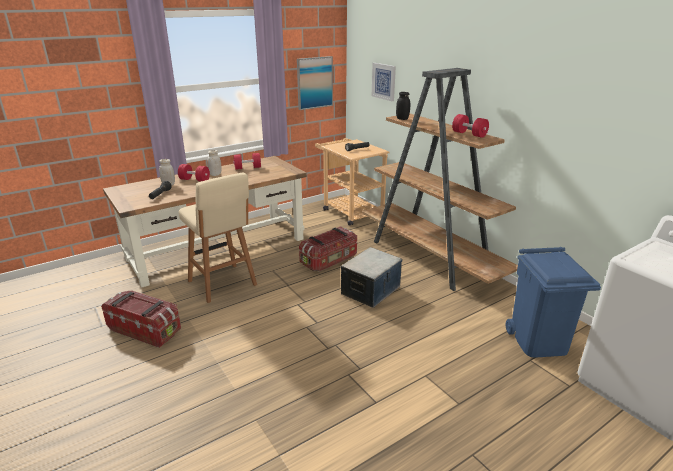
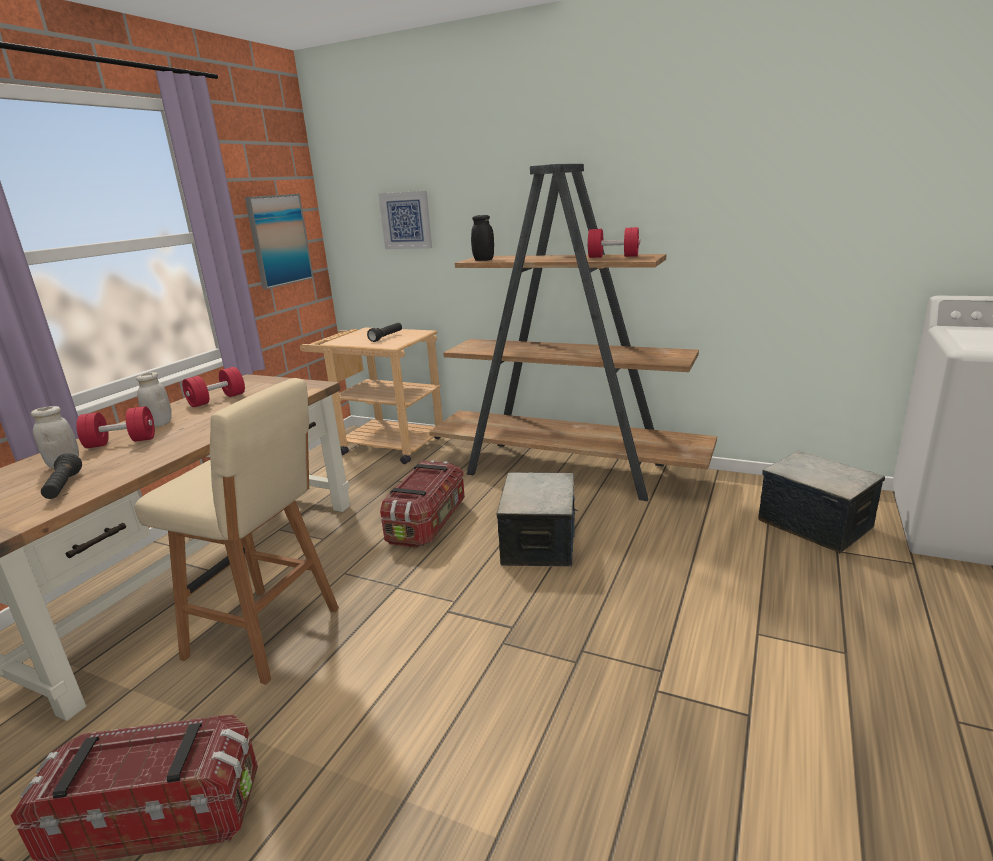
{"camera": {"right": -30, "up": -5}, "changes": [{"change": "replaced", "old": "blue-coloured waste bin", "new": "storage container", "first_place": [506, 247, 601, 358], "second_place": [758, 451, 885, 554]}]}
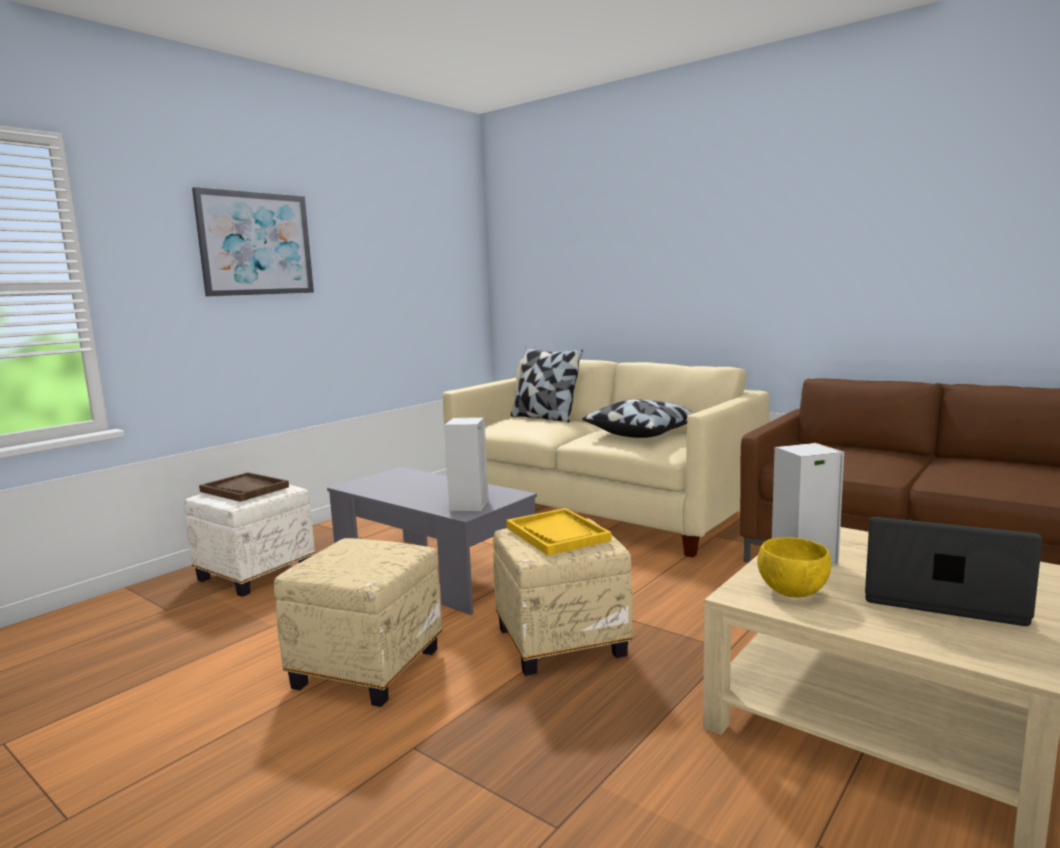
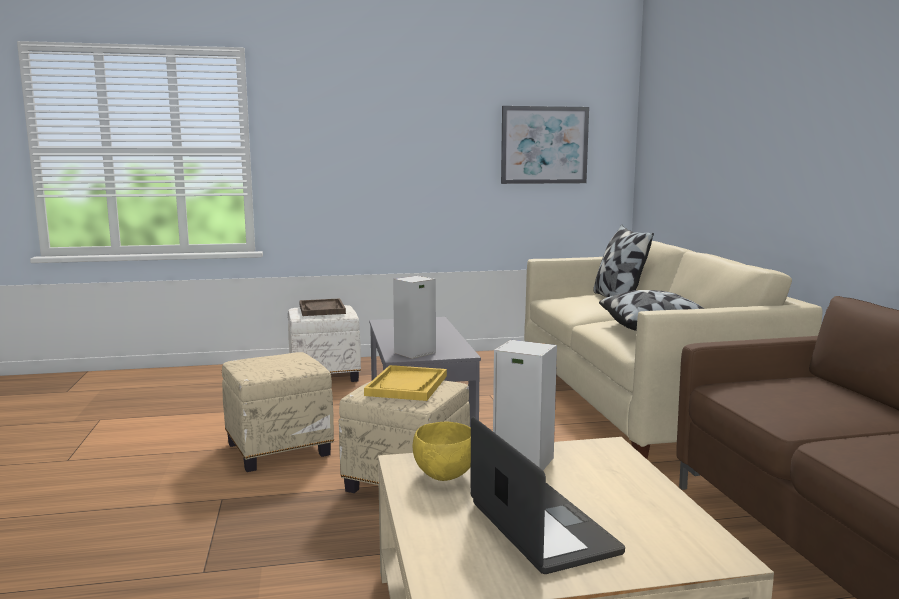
{"camera": {"right": 40, "up": 0}, "changes": [{"change": "moved", "old": "wall picture", "first_place": [192, 187, 314, 297], "second_place": [501, 106, 589, 184]}]}
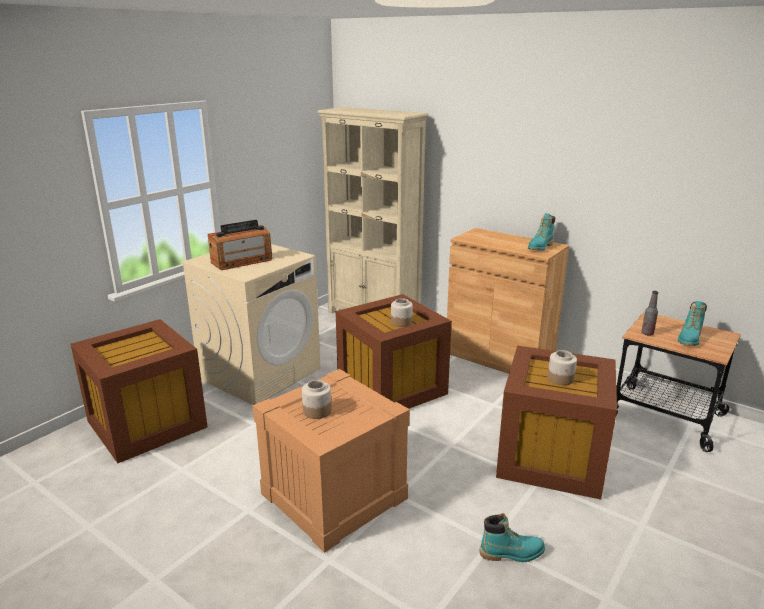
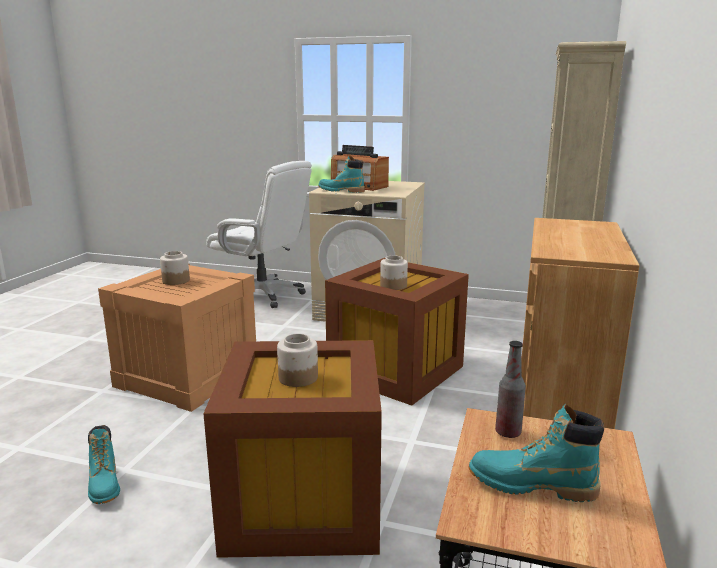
{"camera": {"right": 70, "up": -5}, "changes": [{"change": "replaced", "old": "brown-coloured storage container", "new": "white computer chair", "first_place": [70, 319, 208, 464], "second_place": [206, 161, 312, 308]}, {"change": "moved", "old": "turquoise-coloured tall boot", "first_place": [528, 213, 555, 251], "second_place": [318, 155, 365, 193]}]}
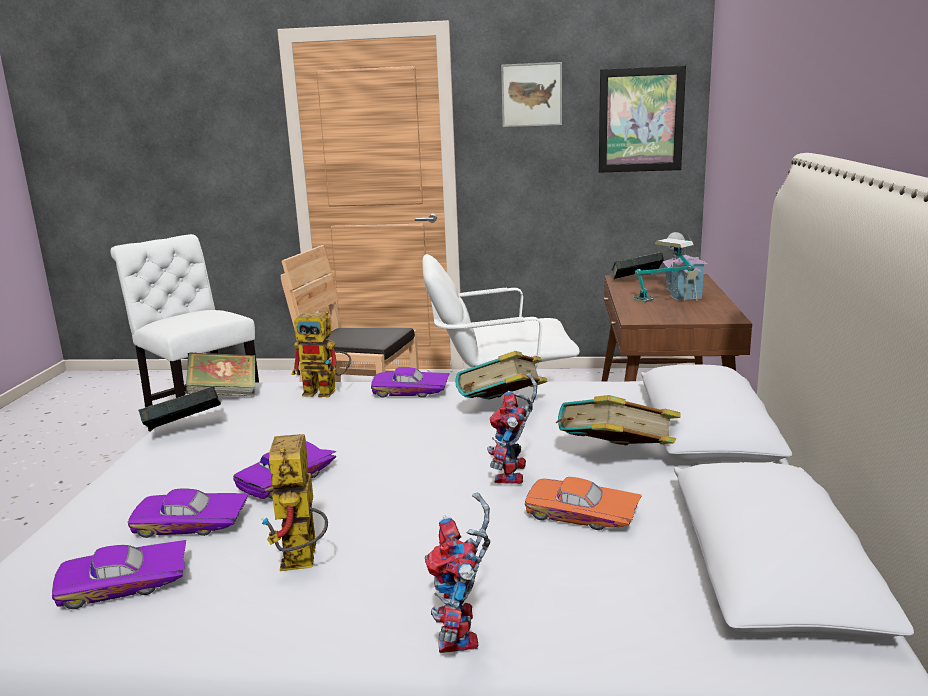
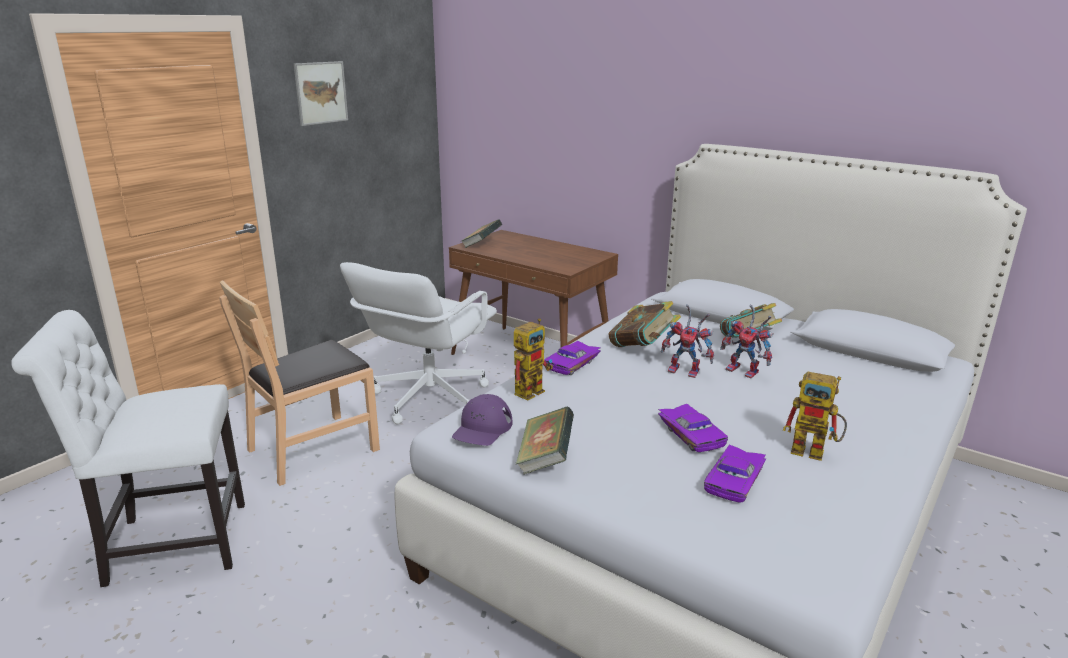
{"camera": {"right": -60, "up": 5}, "changes": [{"change": "replaced", "old": "bound book", "new": "purplish peaked cap", "first_place": [185, 352, 255, 396], "second_place": [452, 394, 512, 446]}, {"change": "moved", "old": "model robot", "first_place": [425, 492, 490, 653], "second_place": [661, 304, 714, 378]}, {"change": "removed", "old": "purplish model car", "first_place": [52, 540, 186, 609]}, {"change": "removed", "old": "orangey model car", "first_place": [525, 477, 642, 530]}, {"change": "removed", "old": "wall picture", "first_place": [599, 65, 686, 173]}, {"change": "removed", "old": "table lamp", "first_place": [633, 238, 695, 303]}, {"change": "removed", "old": "model house", "first_place": [663, 232, 707, 301]}]}
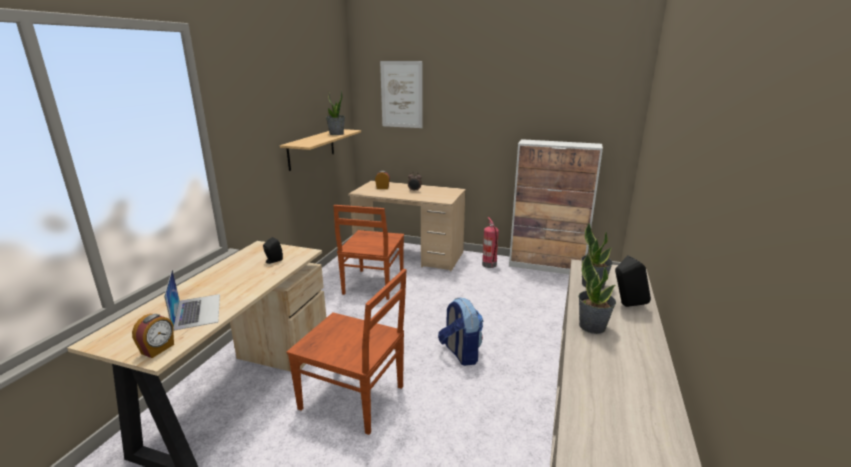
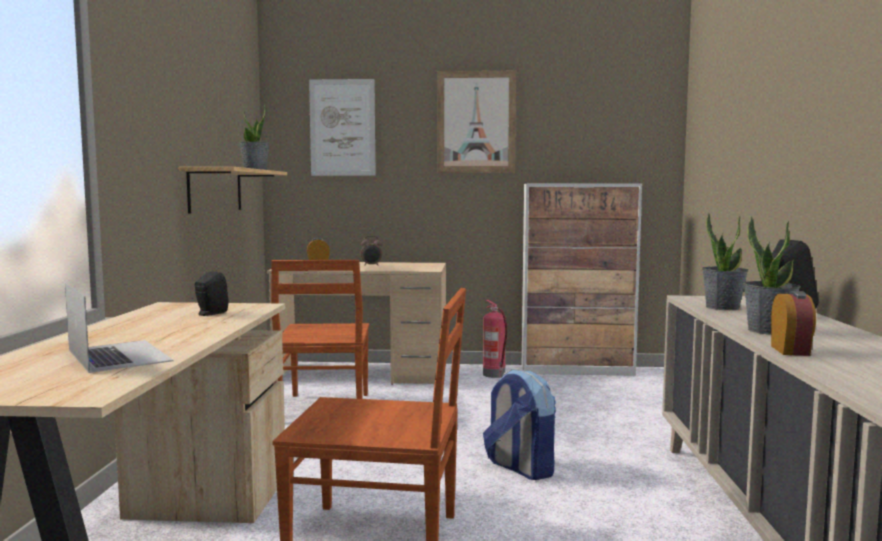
{"camera": {"right": -15, "up": -15}, "changes": [{"change": "added", "new": "wall picture", "second_place": [438, 71, 516, 173]}, {"change": "moved", "old": "bedside clock", "first_place": [132, 314, 174, 358], "second_place": [771, 291, 816, 356]}]}
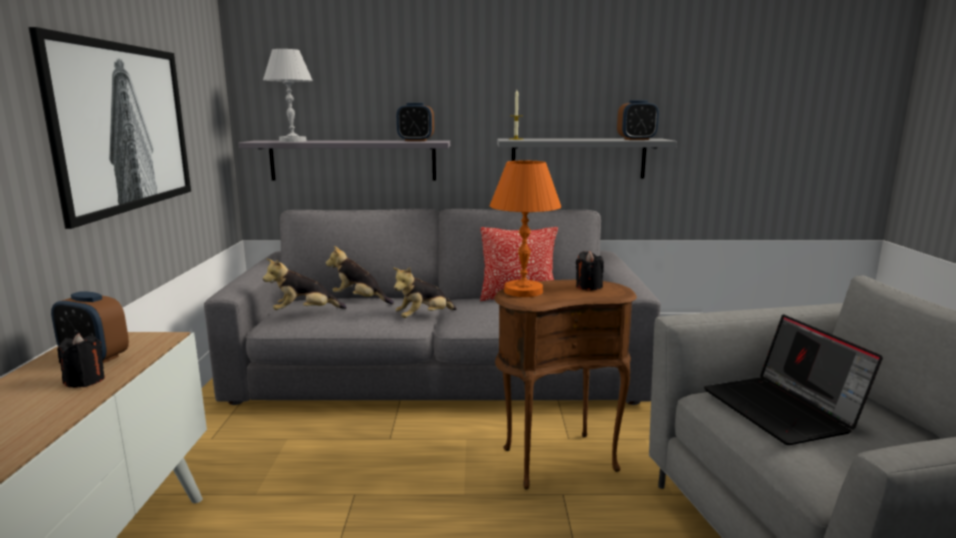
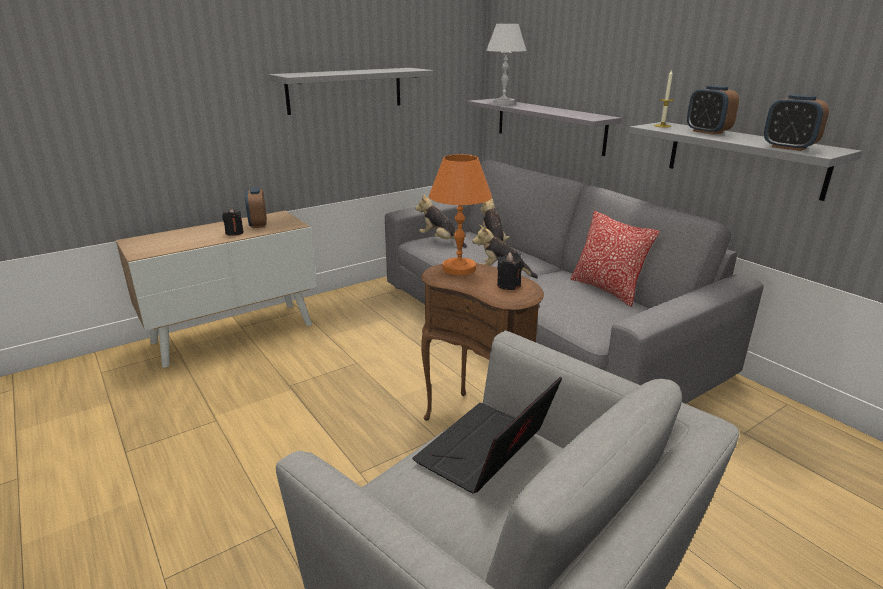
{"camera": {"right": 55, "up": 10}, "changes": [{"change": "replaced", "old": "wall picture", "new": "greyish wall shelf", "first_place": [28, 27, 191, 229], "second_place": [269, 68, 434, 115]}, {"change": "moved", "old": "bedside clock", "first_place": [396, 103, 434, 141], "second_place": [687, 85, 739, 135]}]}
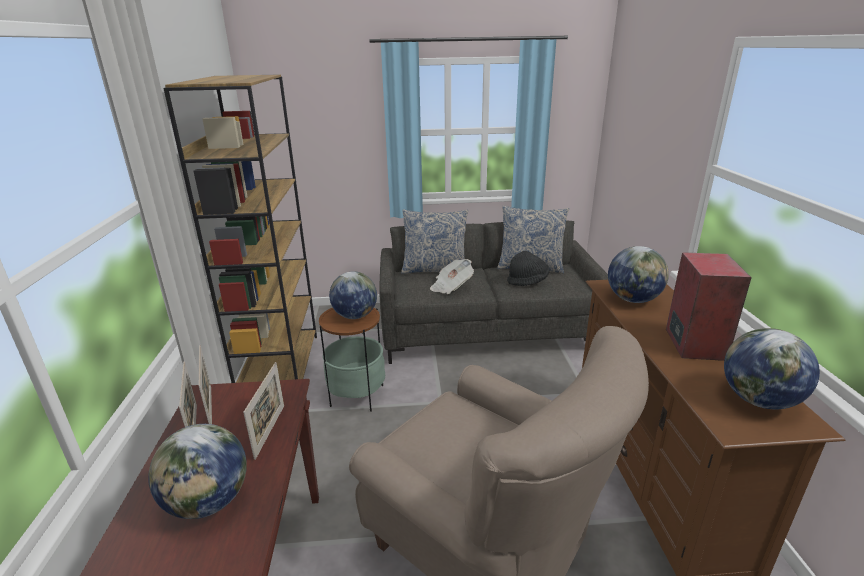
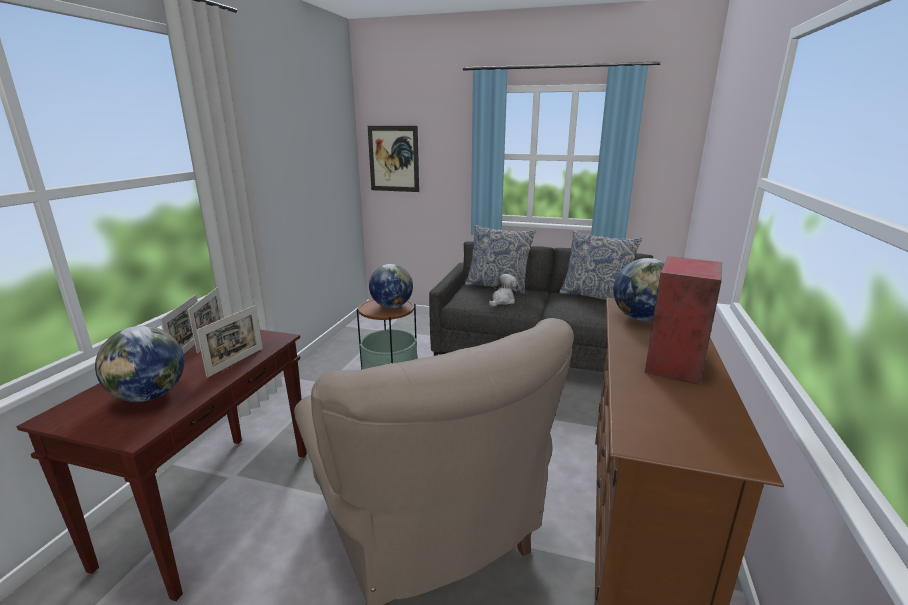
{"camera": {"right": 20, "up": -5}, "changes": [{"change": "added", "new": "wall picture", "second_place": [368, 126, 419, 192]}, {"change": "replaced", "old": "daily paper", "new": "plush toy", "first_place": [430, 259, 474, 294], "second_place": [489, 274, 517, 306]}, {"change": "removed", "old": "brown-coloured bookcase", "first_place": [163, 74, 317, 383]}, {"change": "removed", "old": "blackish wearable hat", "first_place": [507, 251, 550, 286]}, {"change": "removed", "old": "world globe", "first_place": [724, 328, 820, 409]}]}
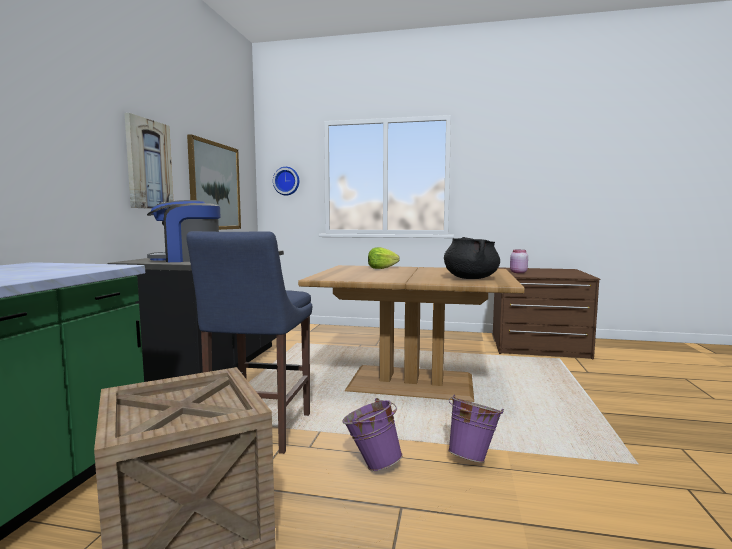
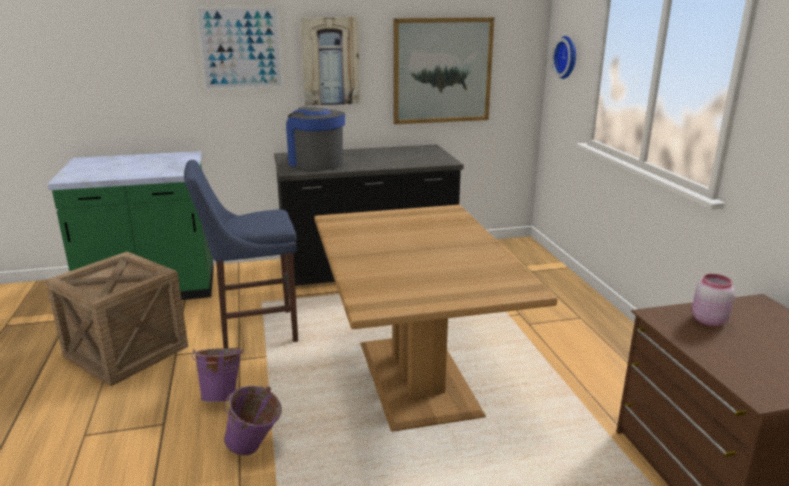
{"camera": {"right": 65, "up": 15}, "changes": [{"change": "added", "new": "wall picture", "second_place": [195, 5, 284, 91]}, {"change": "removed", "old": "lettuce", "first_place": [368, 247, 400, 269]}, {"change": "removed", "old": "blackish cooking pot", "first_place": [444, 237, 500, 279]}]}
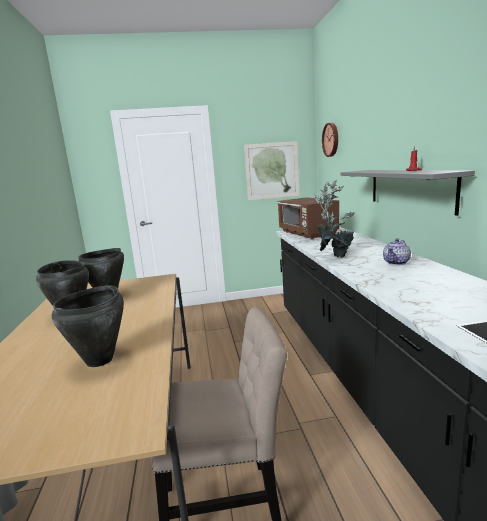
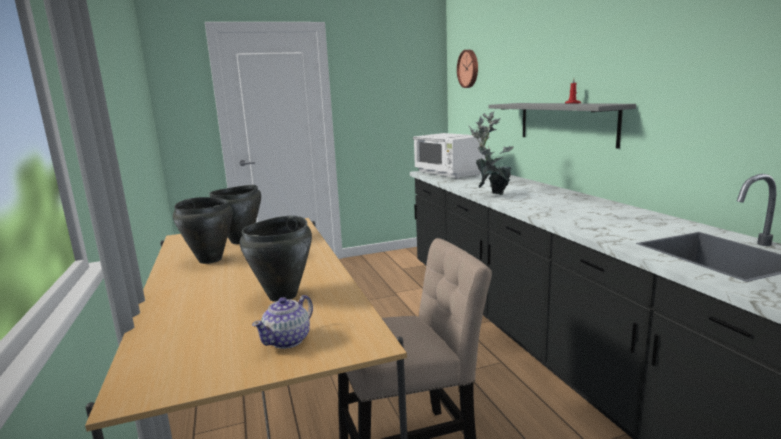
{"camera": {"right": -10, "up": 0}, "changes": [{"change": "moved", "old": "teapot", "first_place": [383, 238, 411, 265], "second_place": [252, 295, 313, 349]}, {"change": "recoloured", "old": "brown-coloured microwave oven", "new": "white microwave oven", "first_place": [277, 197, 339, 239], "second_place": [413, 133, 485, 179]}, {"change": "removed", "old": "wall picture", "first_place": [244, 141, 299, 200]}]}
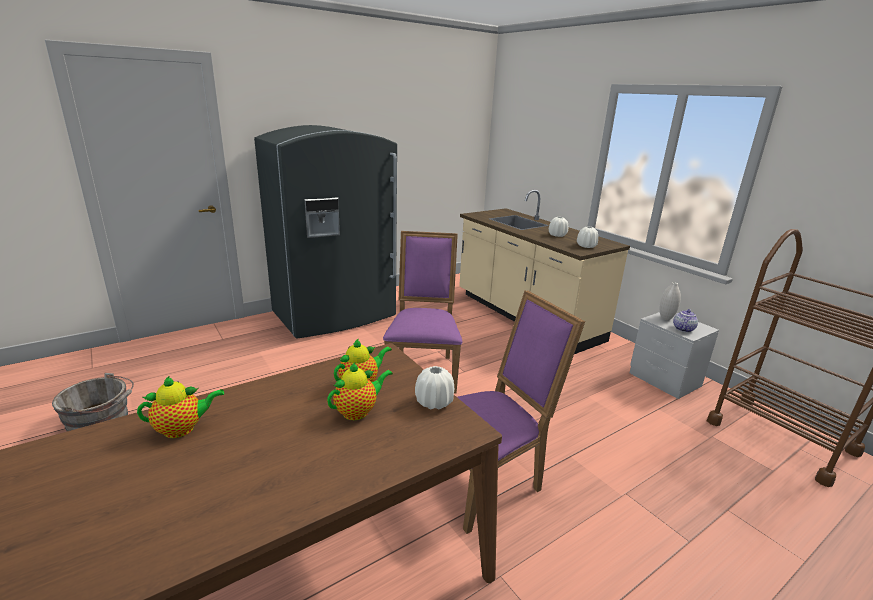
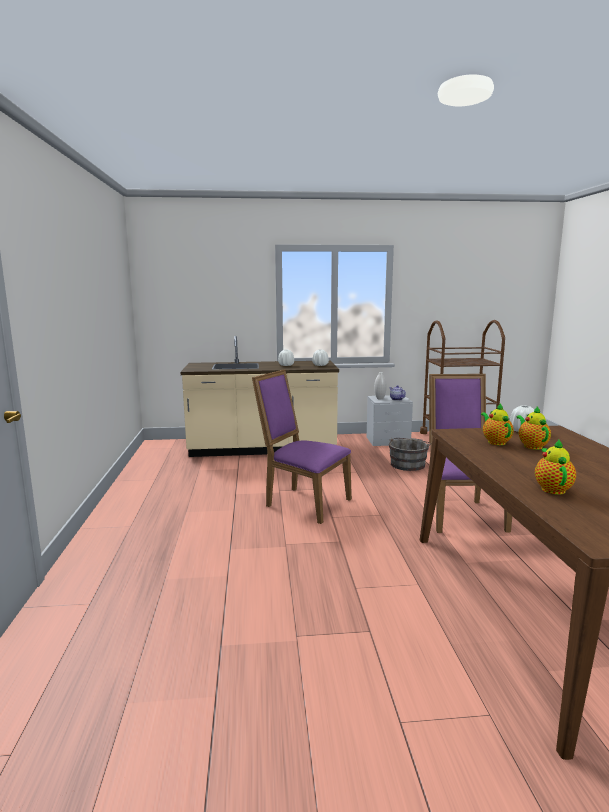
{"camera": {"right": -60, "up": -10}, "changes": [{"change": "moved", "old": "greyish water bucket", "first_place": [52, 373, 134, 431], "second_place": [389, 438, 430, 471]}, {"change": "removed", "old": "greyish fridge", "first_place": [254, 125, 397, 338]}]}
